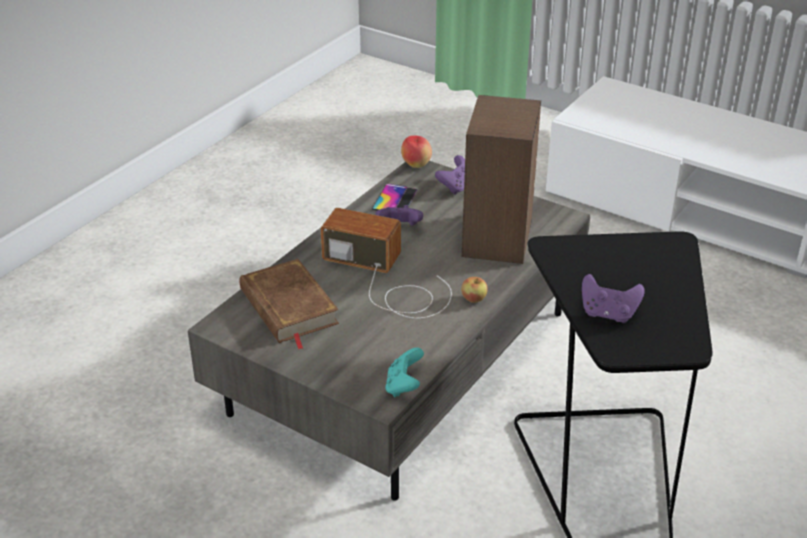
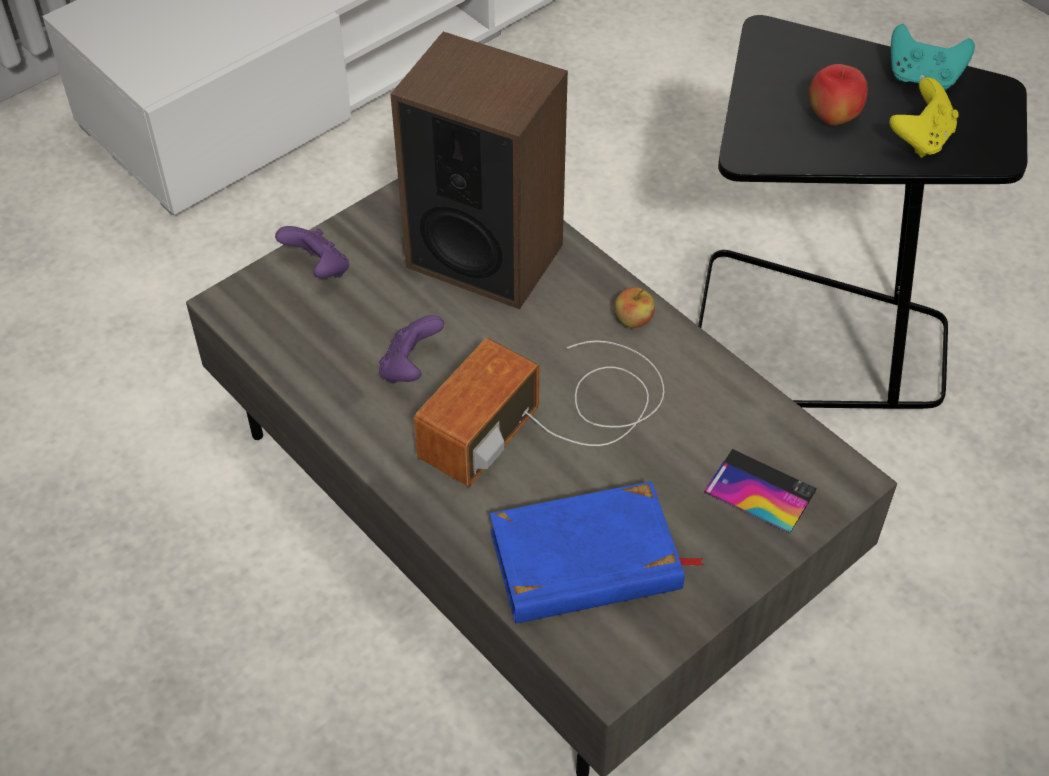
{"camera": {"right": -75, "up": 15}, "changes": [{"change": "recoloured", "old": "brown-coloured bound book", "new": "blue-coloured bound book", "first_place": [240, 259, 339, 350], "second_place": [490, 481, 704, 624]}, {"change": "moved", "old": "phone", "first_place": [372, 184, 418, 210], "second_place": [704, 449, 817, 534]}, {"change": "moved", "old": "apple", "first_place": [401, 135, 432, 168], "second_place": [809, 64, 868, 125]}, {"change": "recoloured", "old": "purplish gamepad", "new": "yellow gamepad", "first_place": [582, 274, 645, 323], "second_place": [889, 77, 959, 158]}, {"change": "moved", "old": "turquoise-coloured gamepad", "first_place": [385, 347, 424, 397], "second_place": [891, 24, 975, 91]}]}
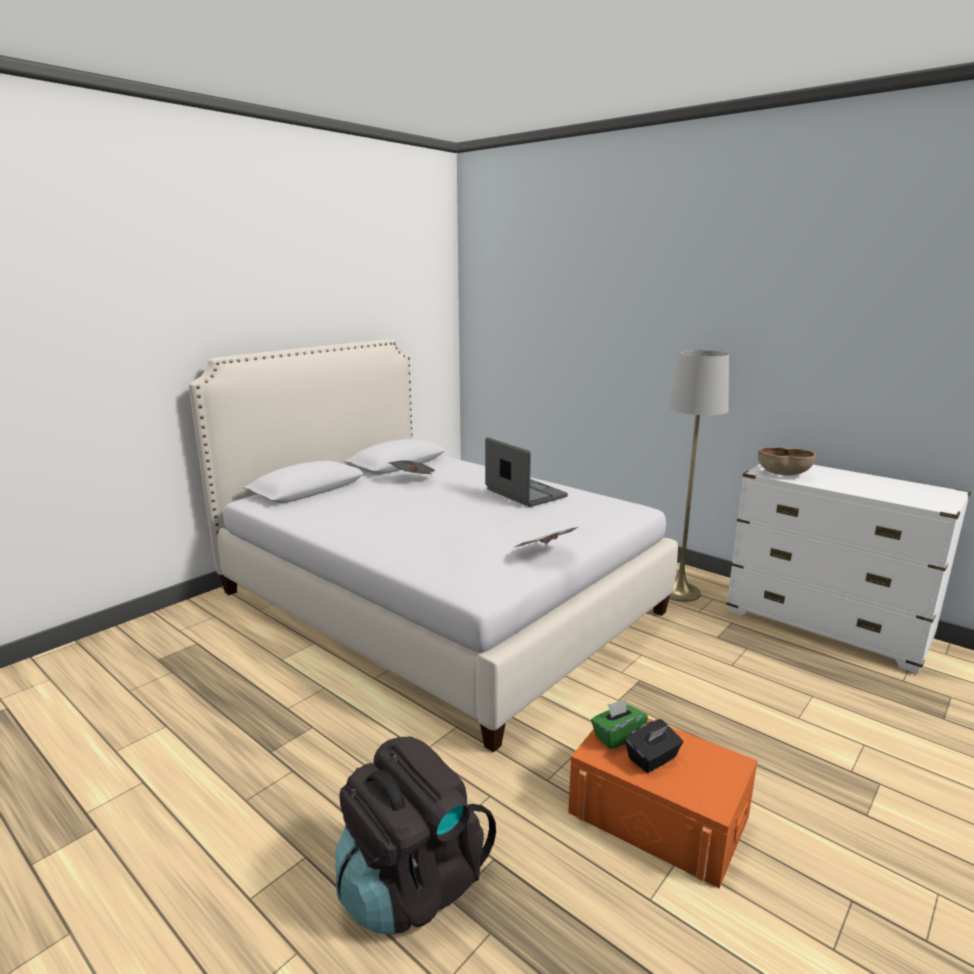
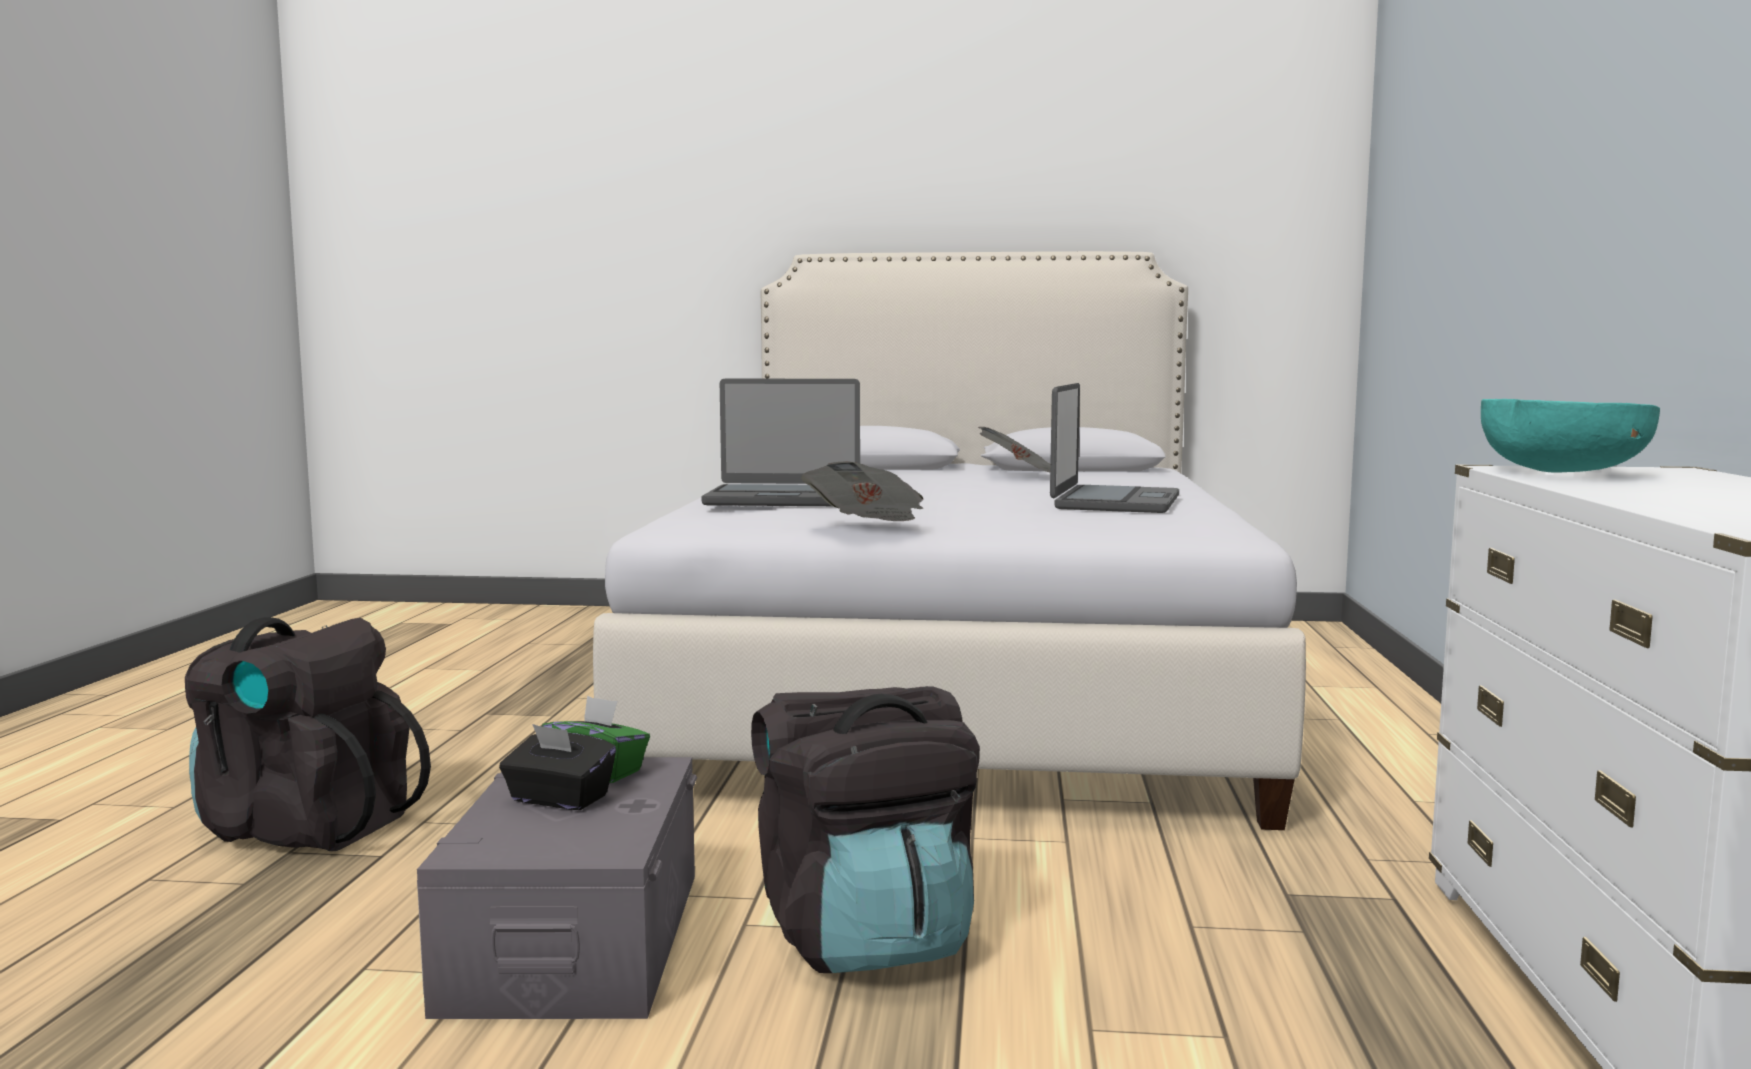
{"camera": {"right": 55, "up": -10}, "changes": [{"change": "recoloured", "old": "orangey storage container", "new": "greyish storage container", "first_place": [568, 718, 758, 888], "second_place": [417, 757, 697, 1019]}, {"change": "added", "new": "portable computer", "second_place": [701, 379, 860, 506]}, {"change": "added", "new": "blackish rucksack", "second_place": [751, 686, 980, 973]}, {"change": "recoloured", "old": "brown-coloured bowl", "new": "turquoise-coloured bowl", "first_place": [758, 447, 816, 476], "second_place": [1481, 399, 1660, 473]}, {"change": "removed", "old": "greyish standing lamp", "first_place": [669, 350, 729, 602]}]}
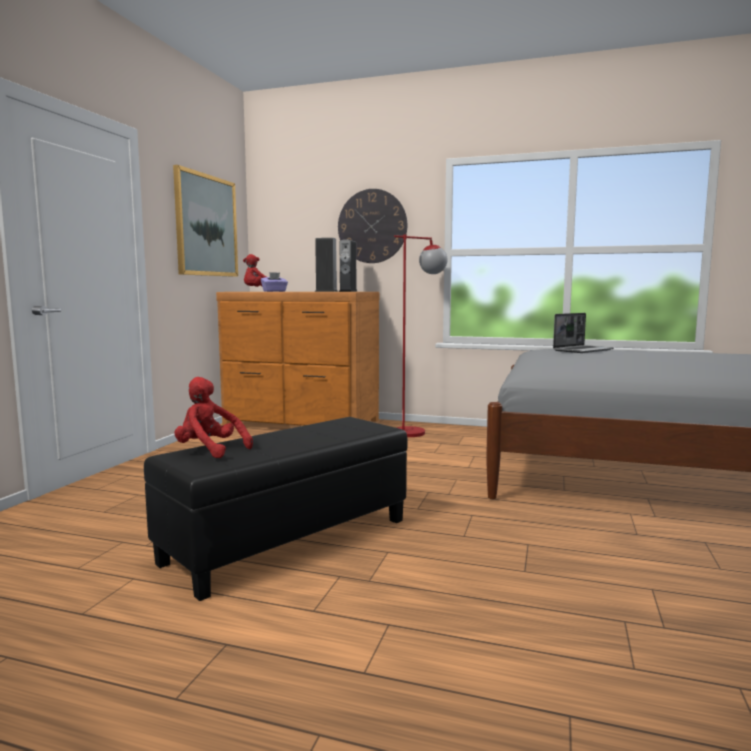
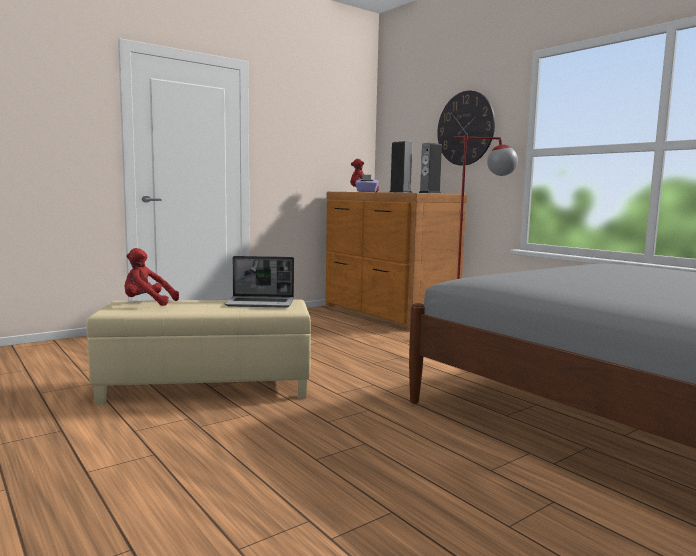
{"camera": {"right": 35, "up": 0}, "changes": [{"change": "recoloured", "old": "blackish pouffe", "new": "sand-coloured pouffe", "first_place": [144, 417, 407, 601], "second_place": [86, 300, 311, 405]}, {"change": "turned", "old": "reddish plush toy", "first_place": [175, 377, 253, 458], "second_place": [125, 248, 179, 306], "degrees": -60}, {"change": "moved", "old": "portable computer", "first_place": [553, 313, 614, 353], "second_place": [224, 256, 294, 308]}, {"change": "removed", "old": "wall picture", "first_place": [173, 165, 238, 277]}]}
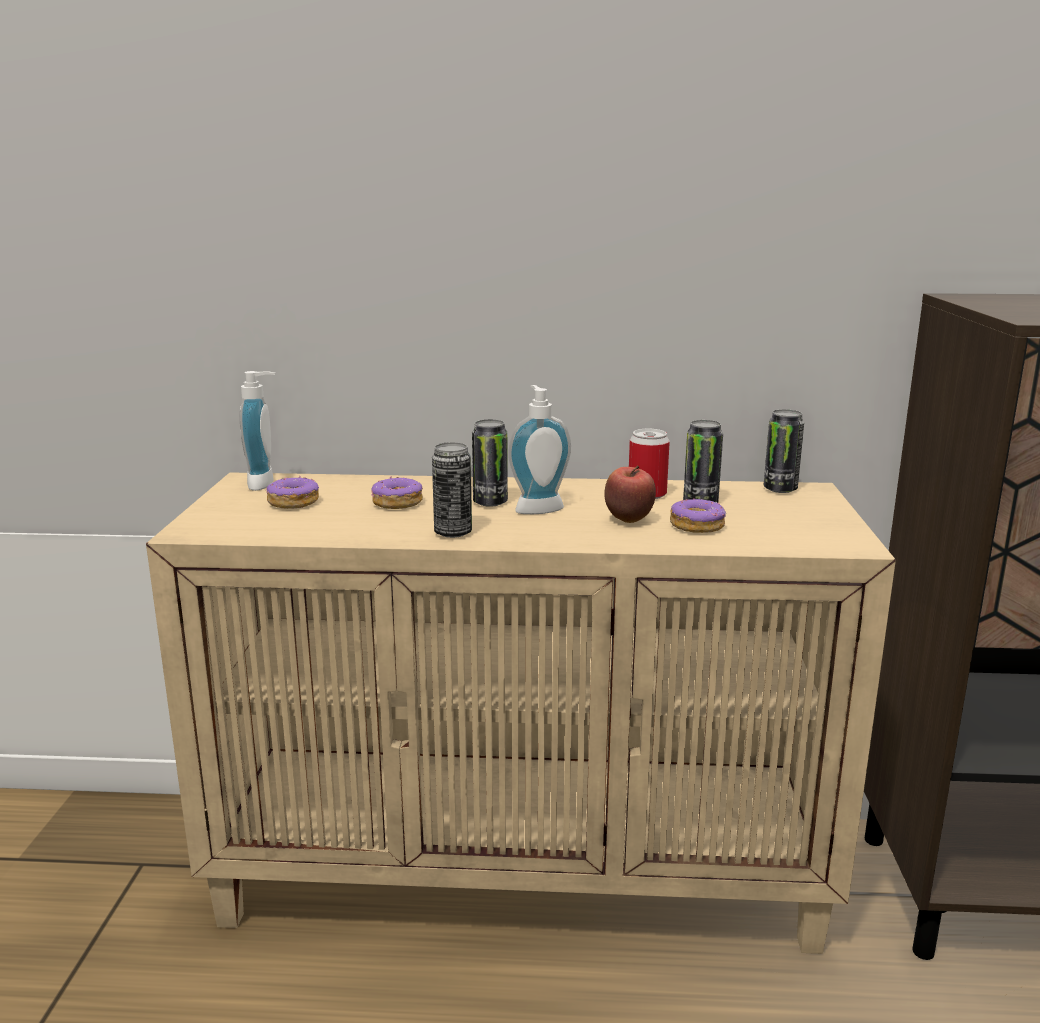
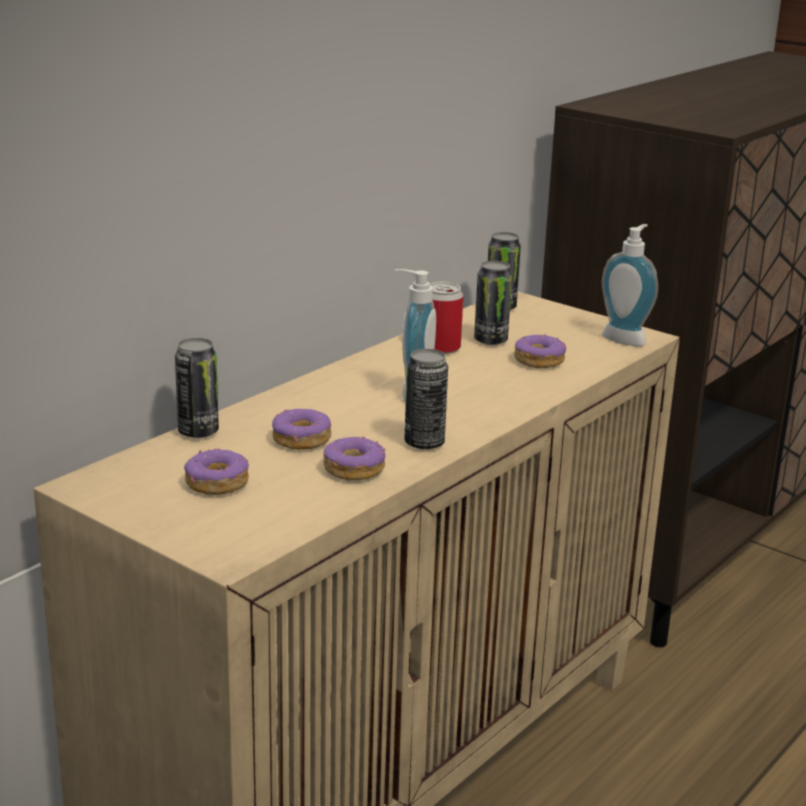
{"camera": {"right": -55, "up": 5}, "changes": [{"change": "moved", "old": "sealed can", "first_place": [472, 419, 508, 507], "second_place": [175, 338, 219, 438]}, {"change": "added", "new": "donut", "second_place": [323, 436, 385, 480]}, {"change": "moved", "old": "liquid soap bottle", "first_place": [240, 371, 275, 491], "second_place": [602, 224, 658, 346]}, {"change": "removed", "old": "apple", "first_place": [604, 465, 656, 523]}]}
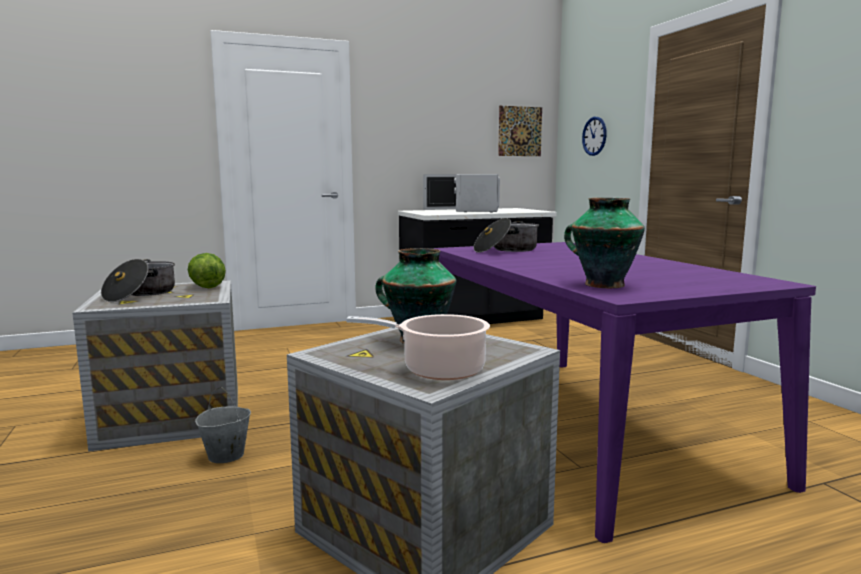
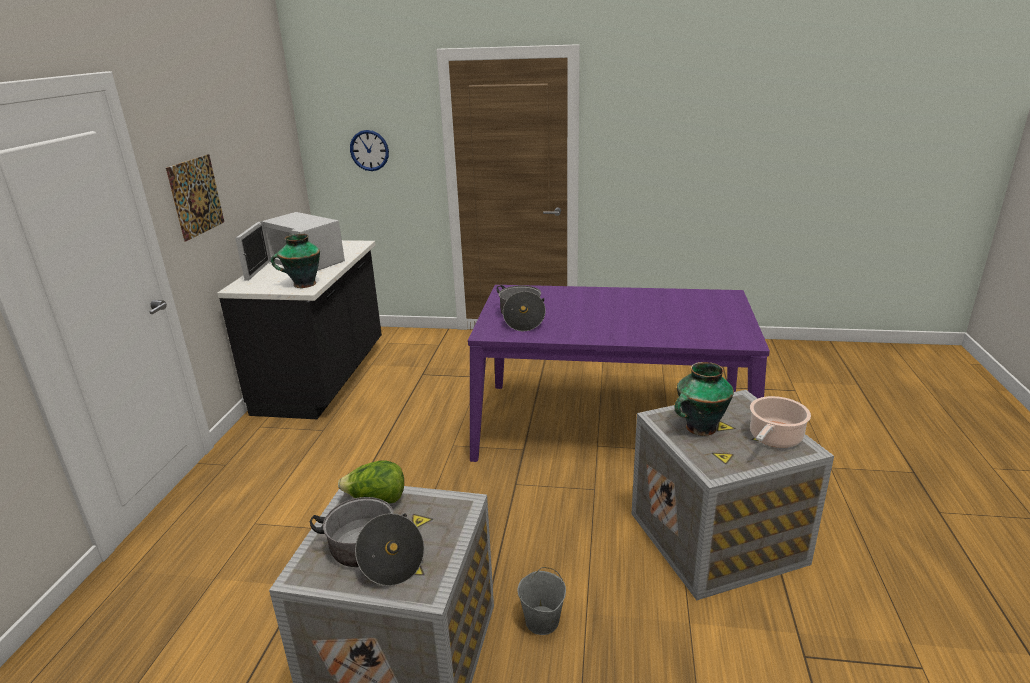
{"camera": {"right": -60, "up": 15}, "changes": [{"change": "moved", "old": "wall picture", "first_place": [498, 106, 542, 156], "second_place": [166, 154, 224, 242]}, {"change": "moved", "old": "vase", "first_place": [564, 198, 645, 288], "second_place": [271, 234, 320, 288]}]}
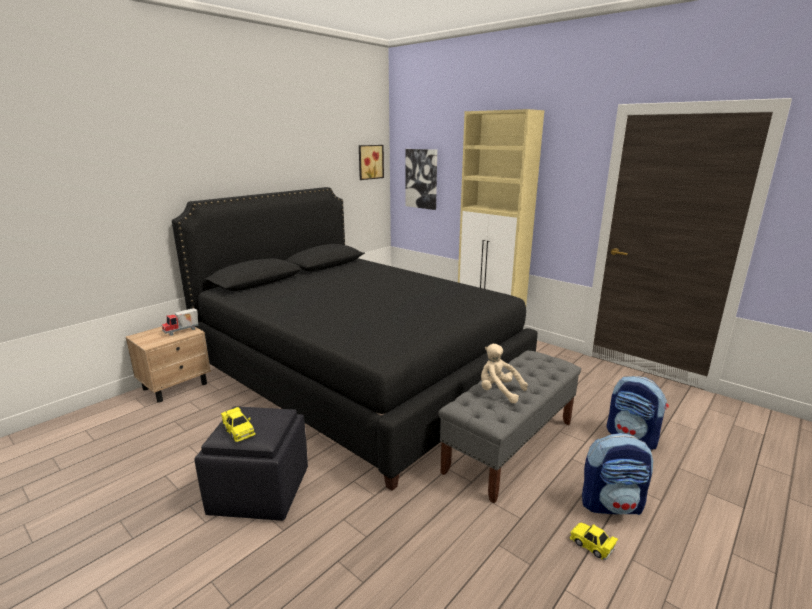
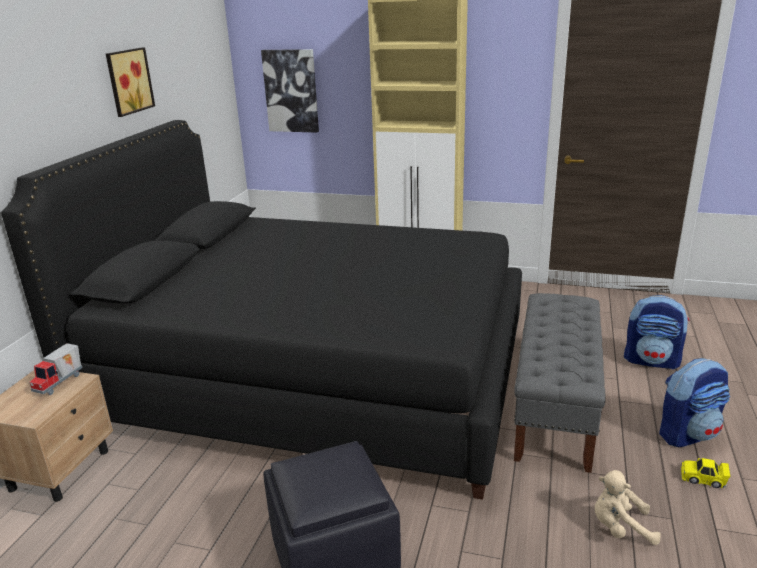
{"camera": {"right": -25, "up": 5}, "changes": [{"change": "moved", "old": "wall picture", "first_place": [359, 145, 384, 180], "second_place": [106, 47, 155, 117]}, {"change": "moved", "old": "sand-coloured plush toy", "first_place": [481, 344, 528, 403], "second_place": [595, 470, 661, 545]}, {"change": "removed", "old": "yellow model car", "first_place": [221, 407, 255, 442]}]}
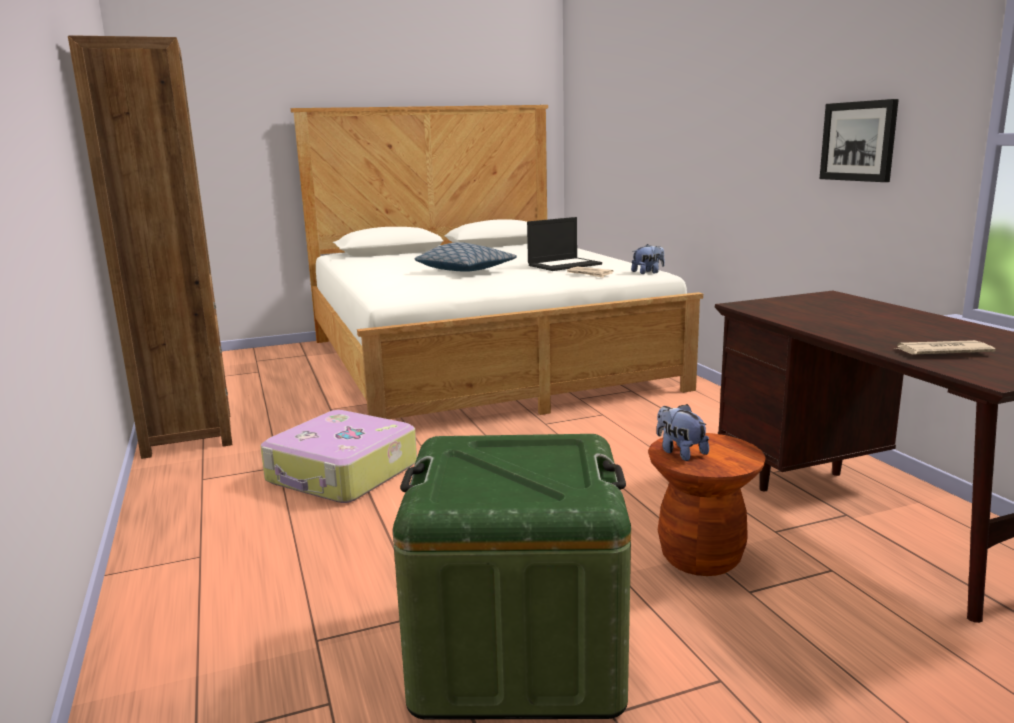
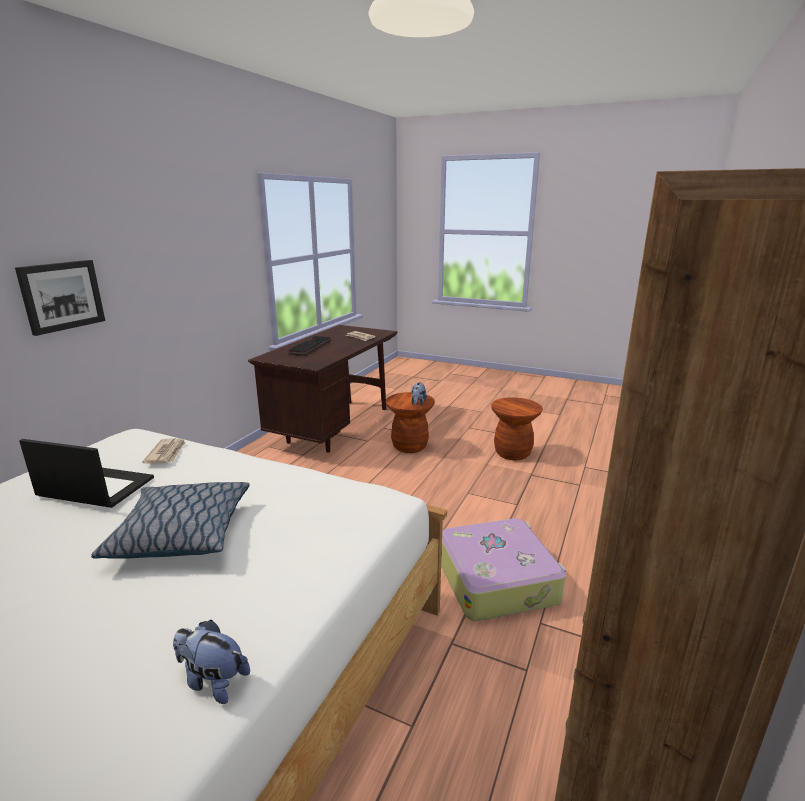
{"camera": {"right": -135, "up": 5}, "changes": [{"change": "moved", "old": "wall picture", "first_place": [820, 99, 899, 182], "second_place": [15, 260, 105, 336]}, {"change": "moved", "old": "plush toy", "first_place": [631, 244, 665, 274], "second_place": [173, 620, 250, 704]}, {"change": "added", "new": "keyboard", "second_place": [288, 336, 331, 356]}, {"change": "replaced", "old": "green storage container", "new": "brown-coloured stool seat", "first_place": [393, 434, 631, 720], "second_place": [491, 397, 543, 460]}]}
